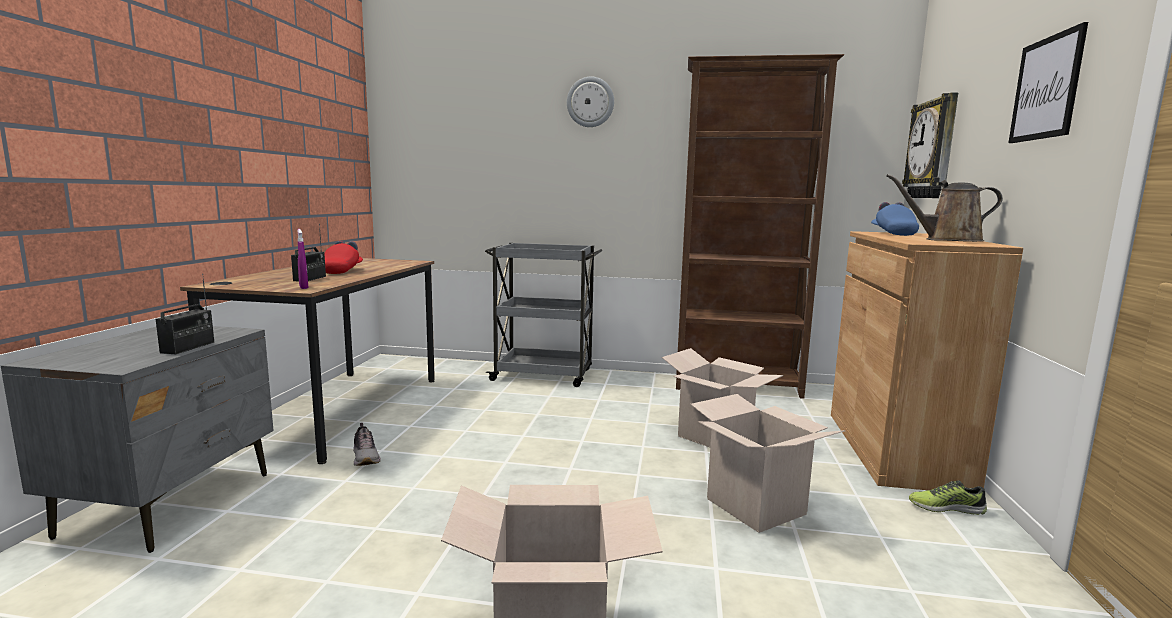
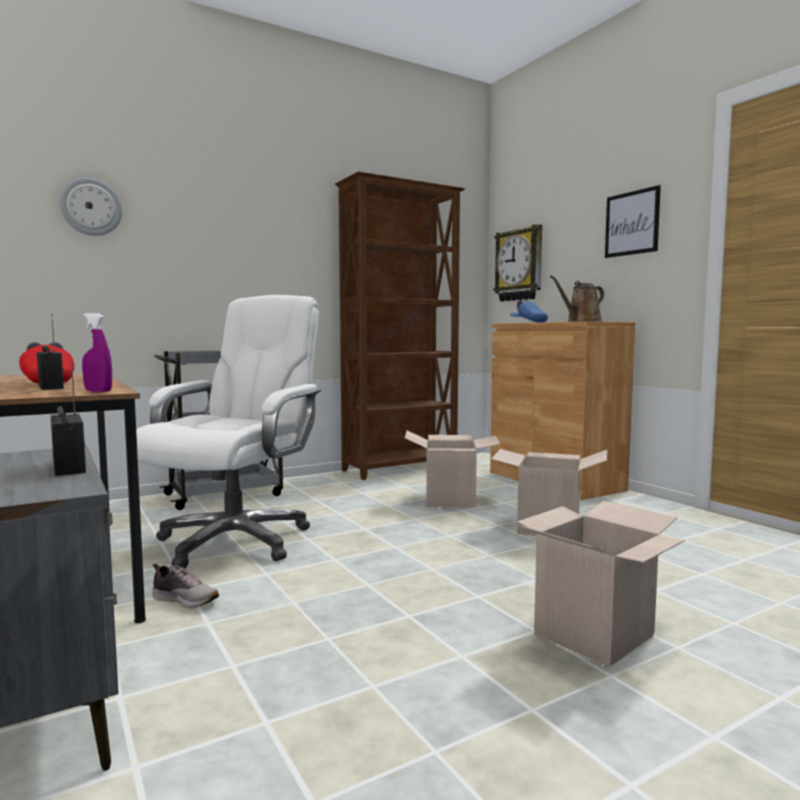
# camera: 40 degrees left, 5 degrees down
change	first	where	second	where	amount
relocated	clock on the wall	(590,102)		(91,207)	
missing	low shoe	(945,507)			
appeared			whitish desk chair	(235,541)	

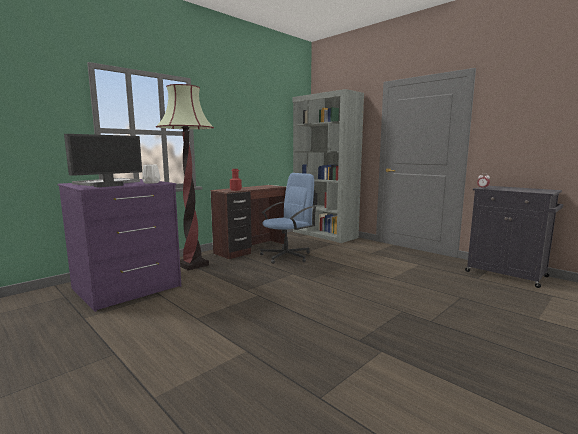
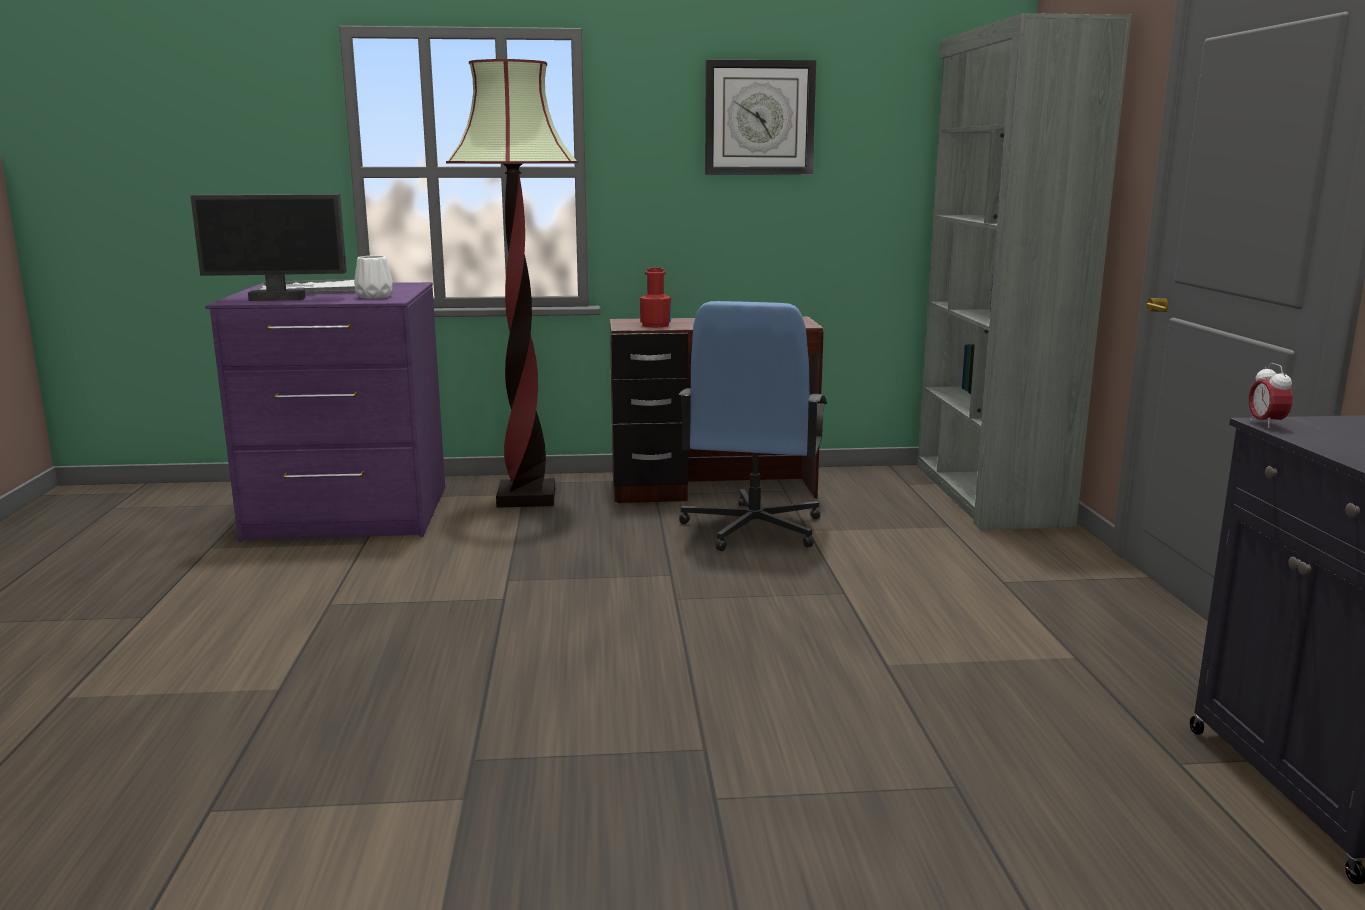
# camera: 40 degrees right, 5 degrees up
change	first	where	second	where	amount
spun	bluish desk chair	(287,256)		(752,529)	105 degrees clockwise
appeared			clock on the wall	(759,118)	

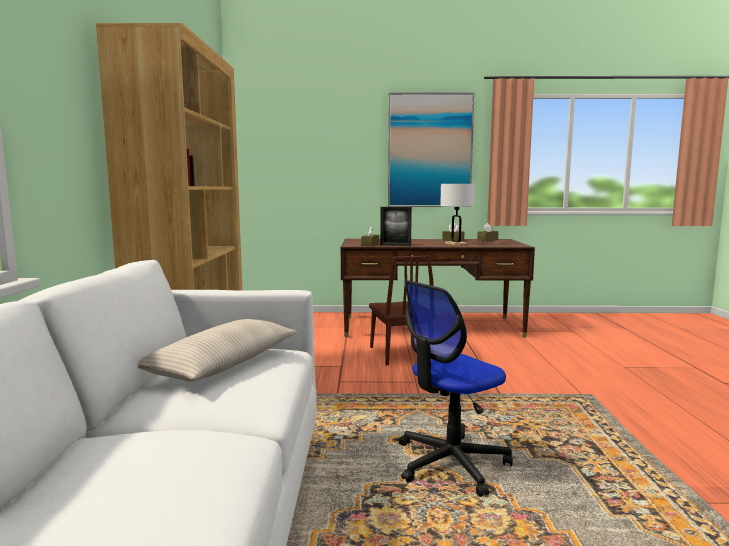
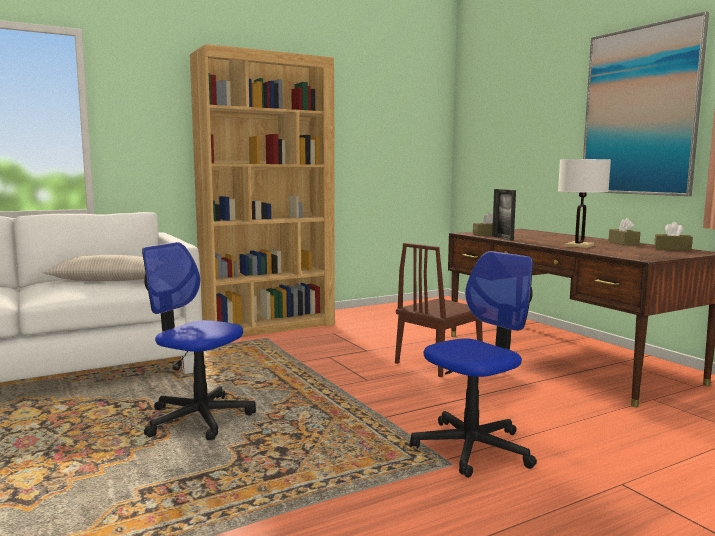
# camera: 60 degrees right, 0 degrees up
change	first	where	second	where	amount
appeared			desk chair	(472,448)	

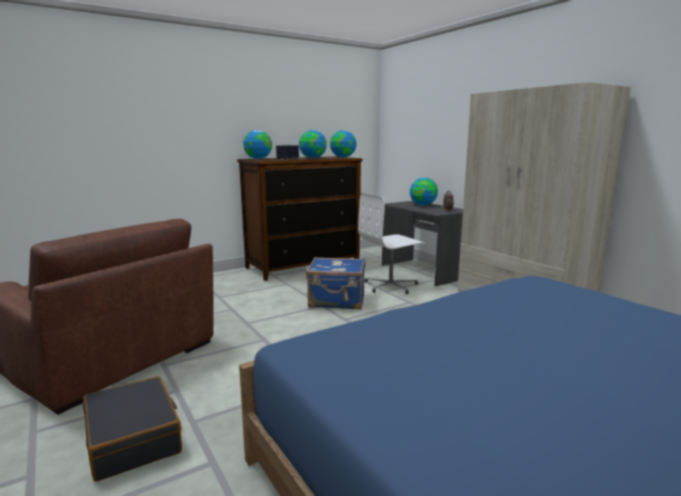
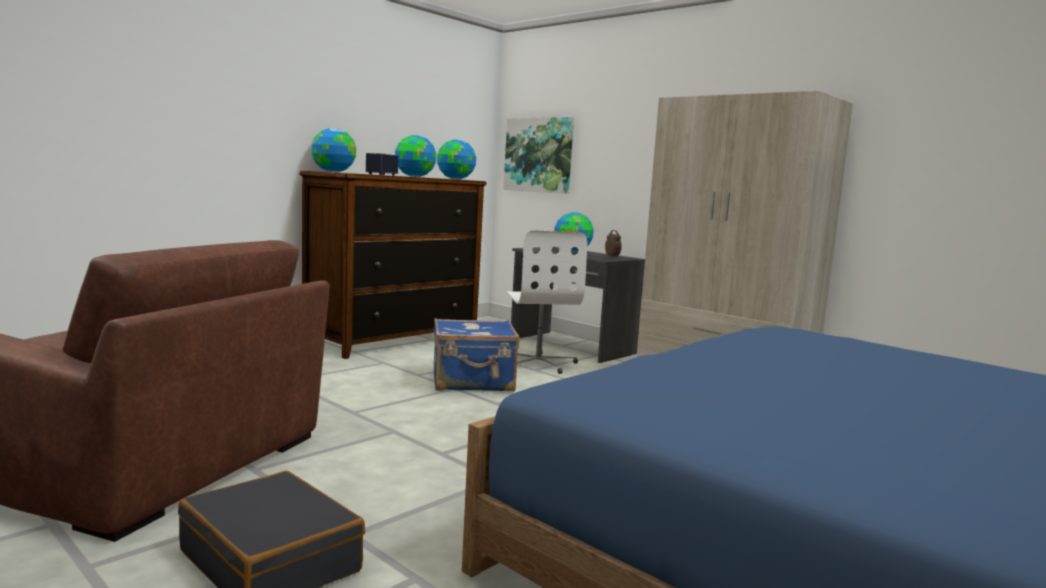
# camera: 15 degrees left, 5 degrees down
change	first	where	second	where	amount
spun	whitish desk chair	(391,285)		(538,363)	60 degrees counterclockwise
appeared			picture	(539,155)	

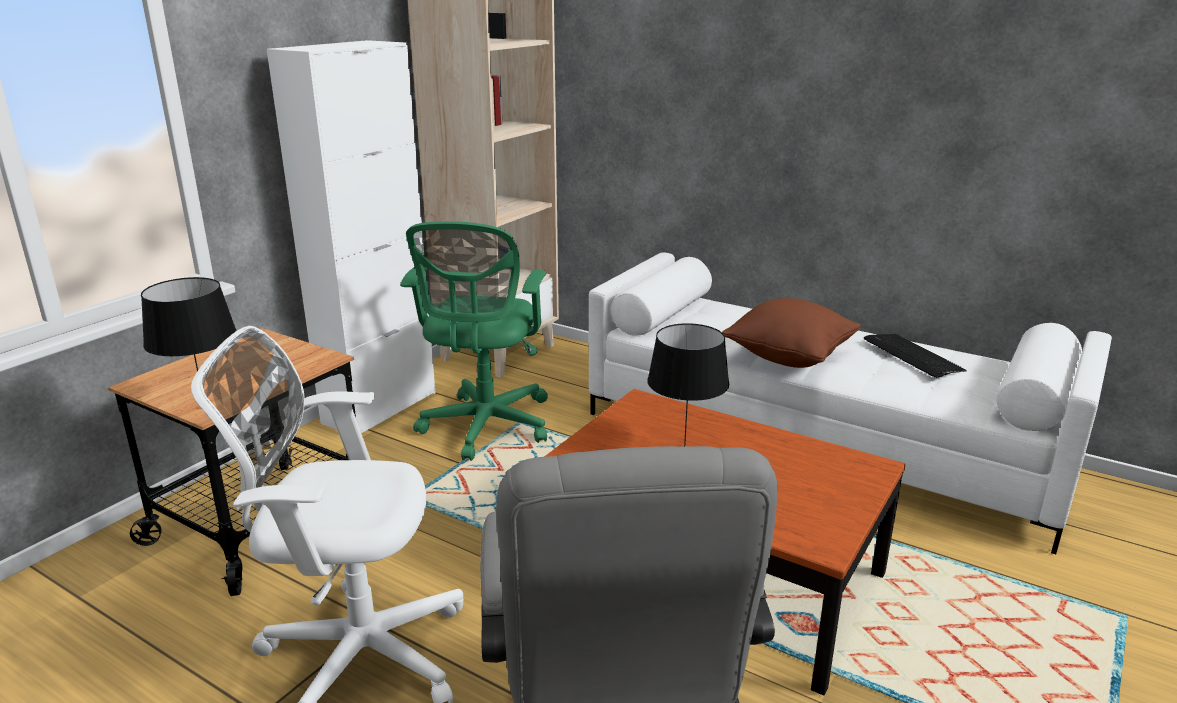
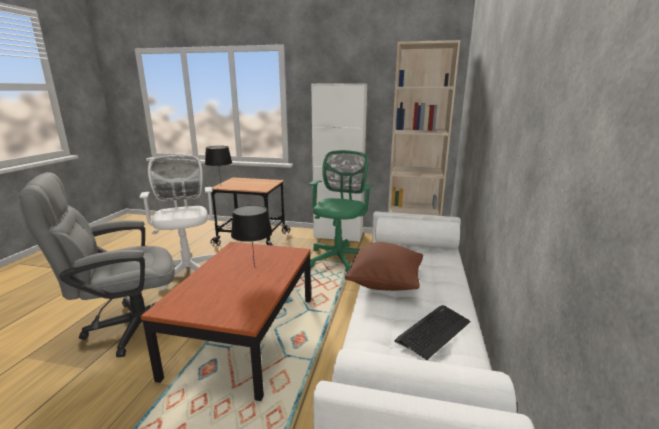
# camera: 70 degrees right, 5 degrees down
change	first	where	second	where	amount
spun	green-coloured desk chair	(485,428)		(339,257)	120 degrees clockwise

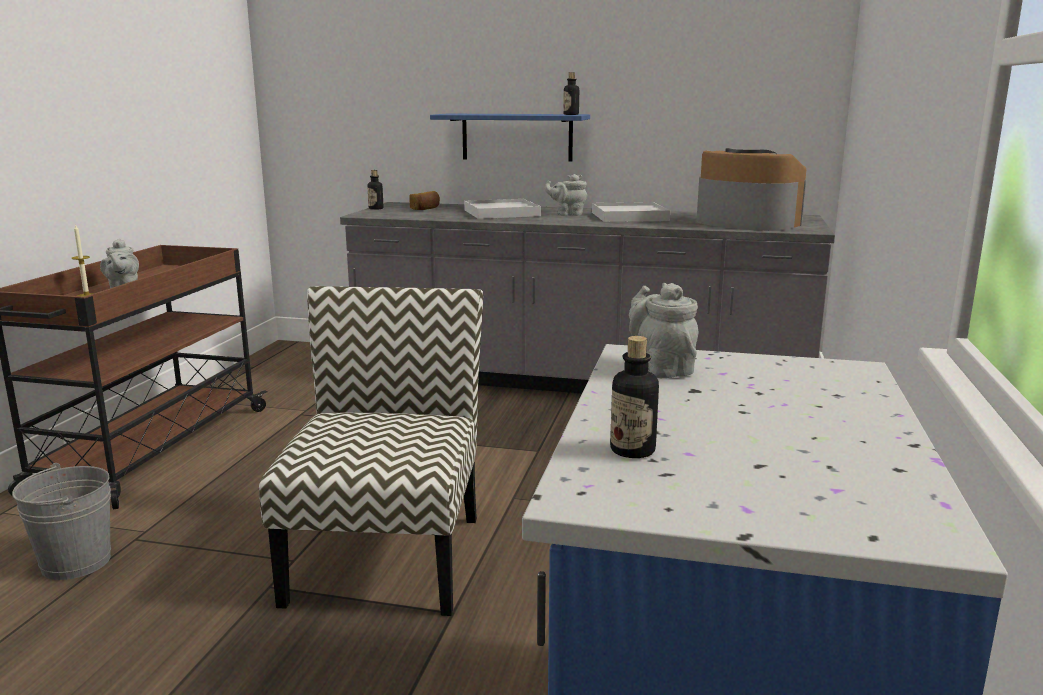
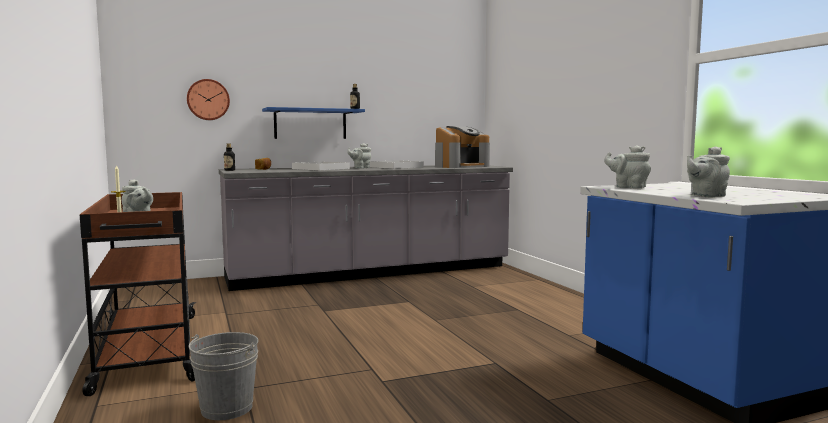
# camera: 35 degrees left, 10 degrees down
change	first	where	second	where	amount
spun	coffee maker	(745,223)		(461,166)	135 degrees clockwise
missing	plain chair	(386,556)			
exchanged	bottle	(632,450)	greyish tea pot	(706,196)	
appeared			clock on the wall	(208,100)	

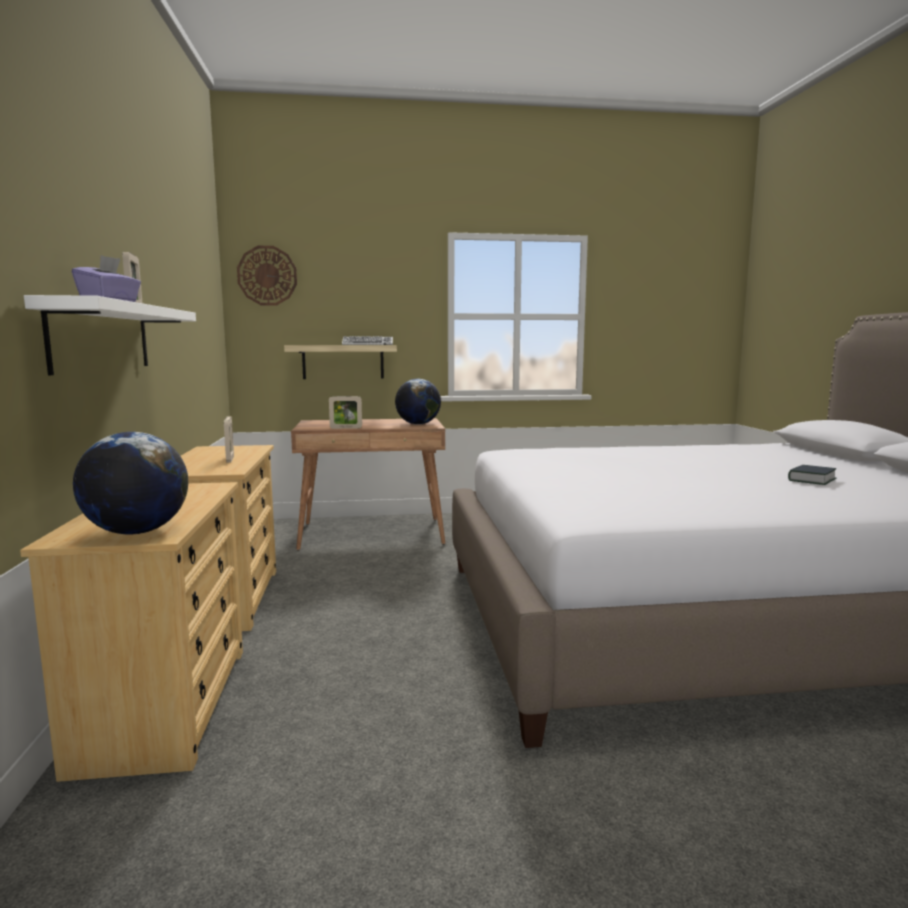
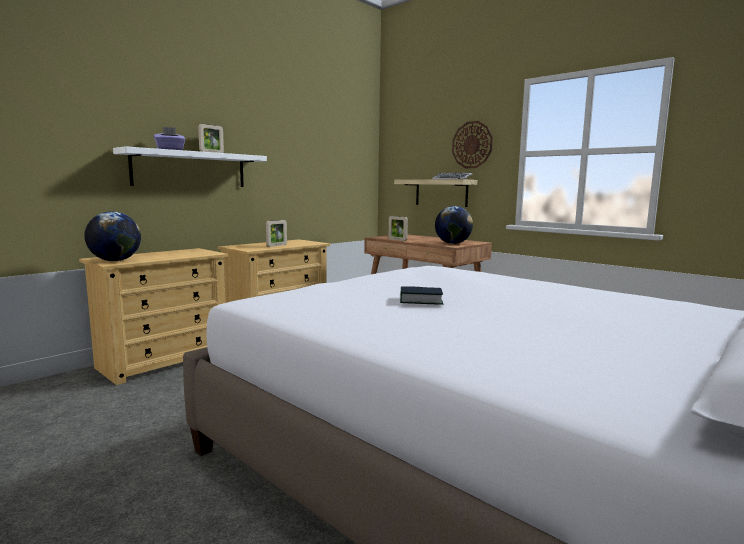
# camera: 50 degrees right, 0 degrees up
change	first	where	second	where	amount
relocated	clock on the wall	(267,275)		(472,145)	
relocated	bound book	(811,480)		(420,300)	

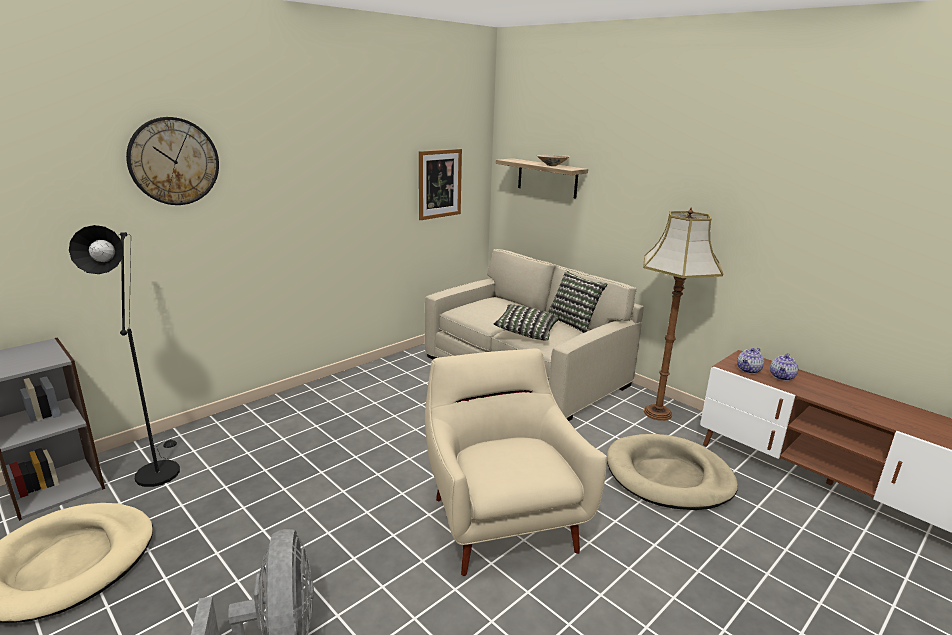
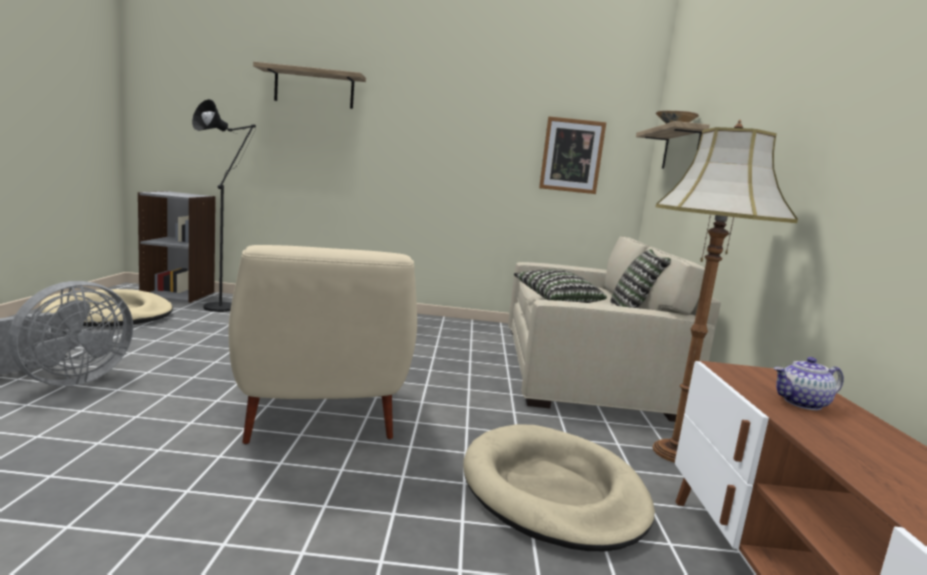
# camera: 45 degrees right, 10 degrees down
change	first	where	second	where	amount
exchanged	clock on the wall	(174,161)	bracket shelf	(314,88)	
missing	tea pot	(749,370)			
spun	beige-coloured armchair	(501,519)		(319,416)	135 degrees clockwise

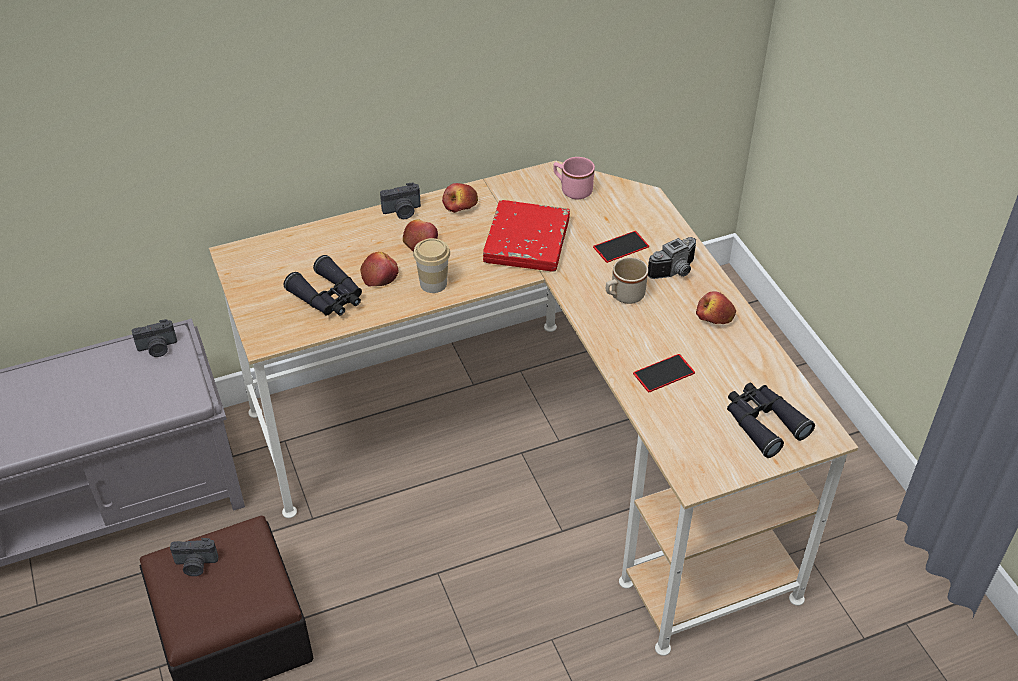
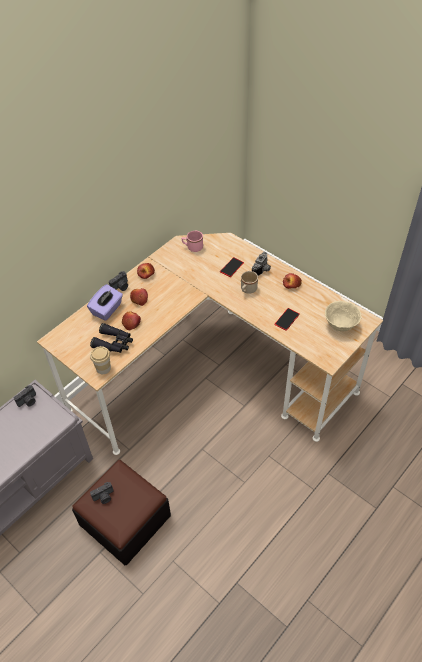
# camera: 25 degrees left, 5 degrees up
change	first	where	second	where	amount
missing	reddish bound book	(526,241)			
relocated	small cup	(433,283)		(103,368)	
exchanged	blackish pair of binoculars	(762,423)	beige-coloured deep dish	(340,325)	
appeared			purplish tissue box	(107,309)	

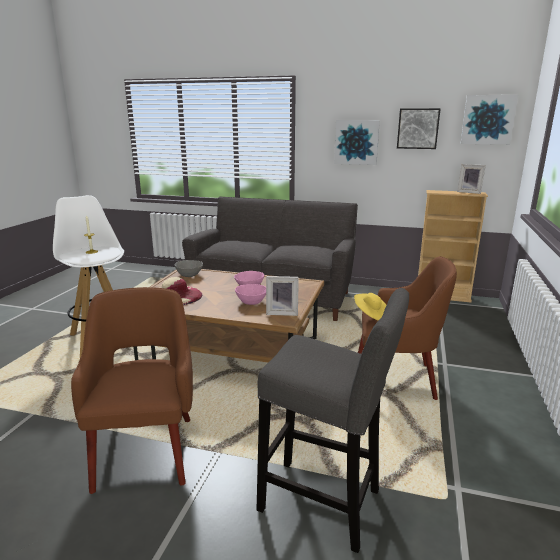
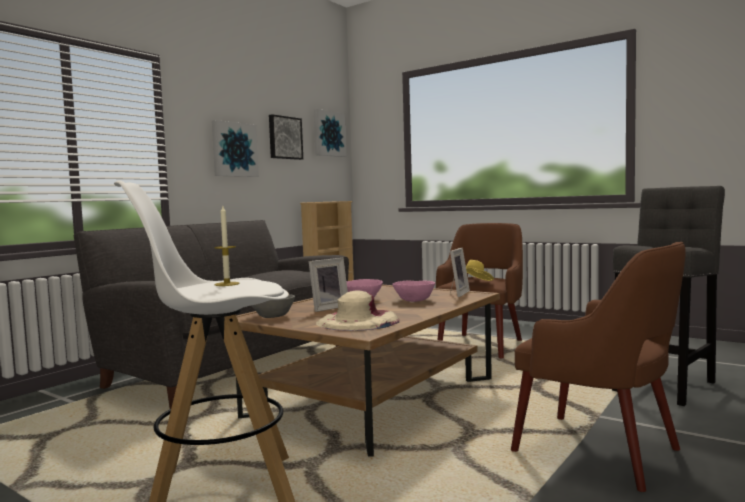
# camera: 70 degrees left, 15 degrees down
change	first	where	second	where	amount
relocated	photo frame	(469,192)		(328,308)	
spun	brown armchair	(146,450)		(599,451)	150 degrees counterclockwise

